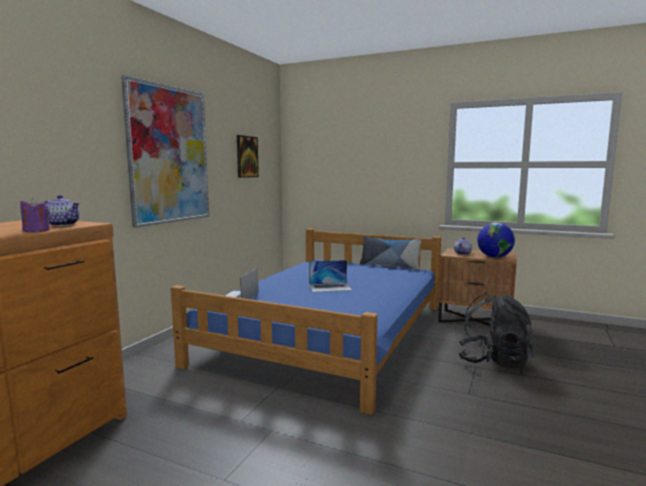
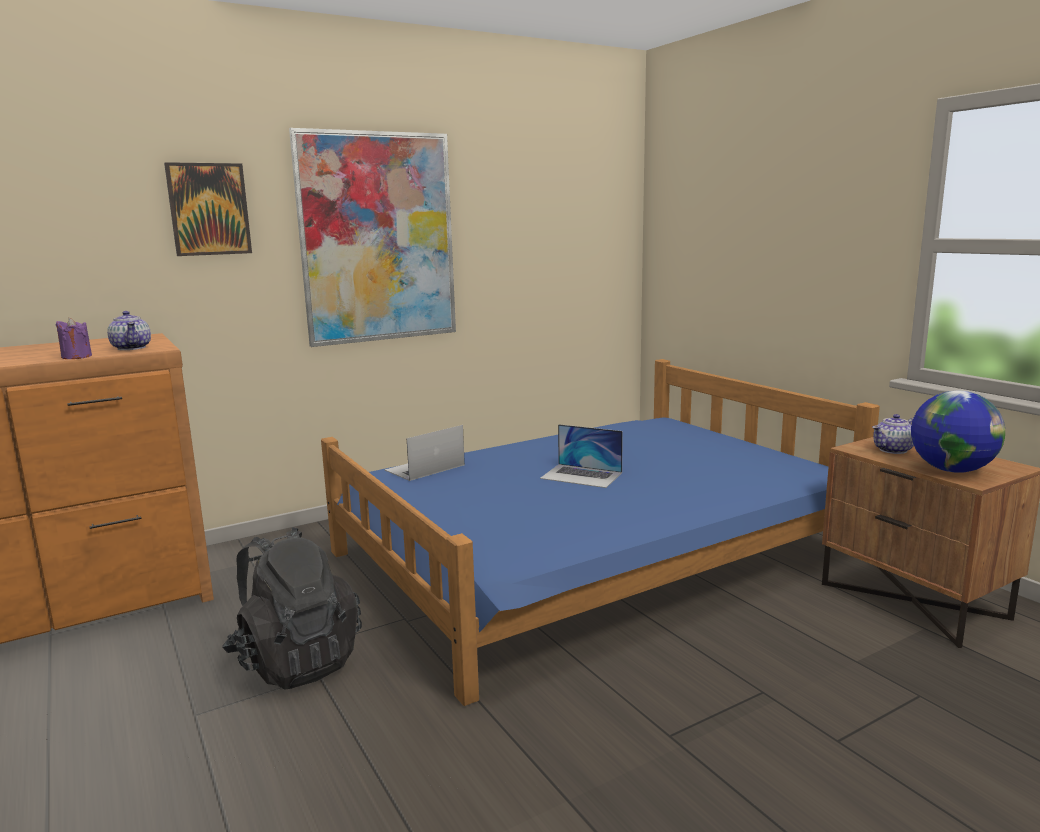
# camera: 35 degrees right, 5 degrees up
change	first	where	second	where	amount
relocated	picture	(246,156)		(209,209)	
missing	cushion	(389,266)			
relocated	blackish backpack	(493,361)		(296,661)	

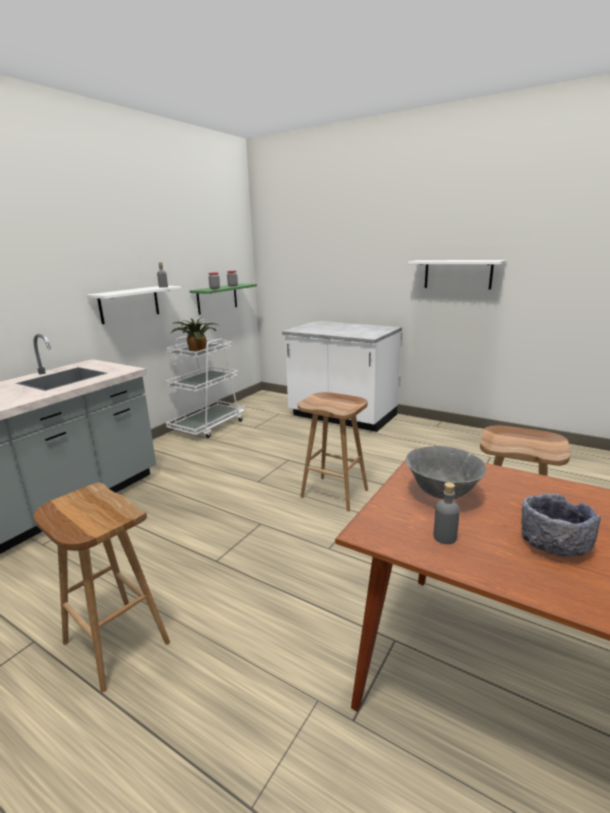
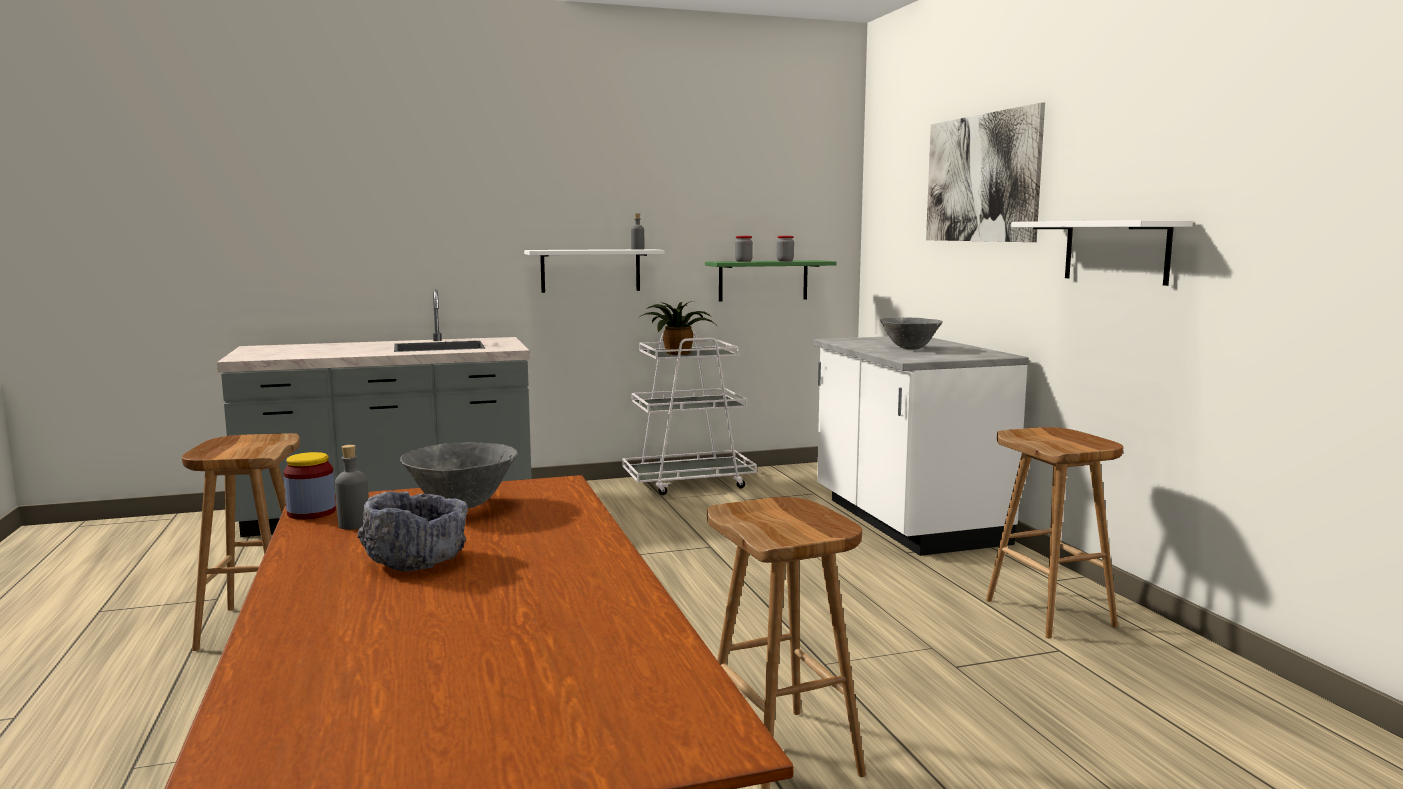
# camera: 40 degrees right, 10 degrees down
change	first	where	second	where	amount
relocated	brown stool seat	(335,493)		(1051,613)	
appeared			picture	(981,178)	
appeared			greyish deep dish	(910,349)	
appeared			storage jar	(311,513)	

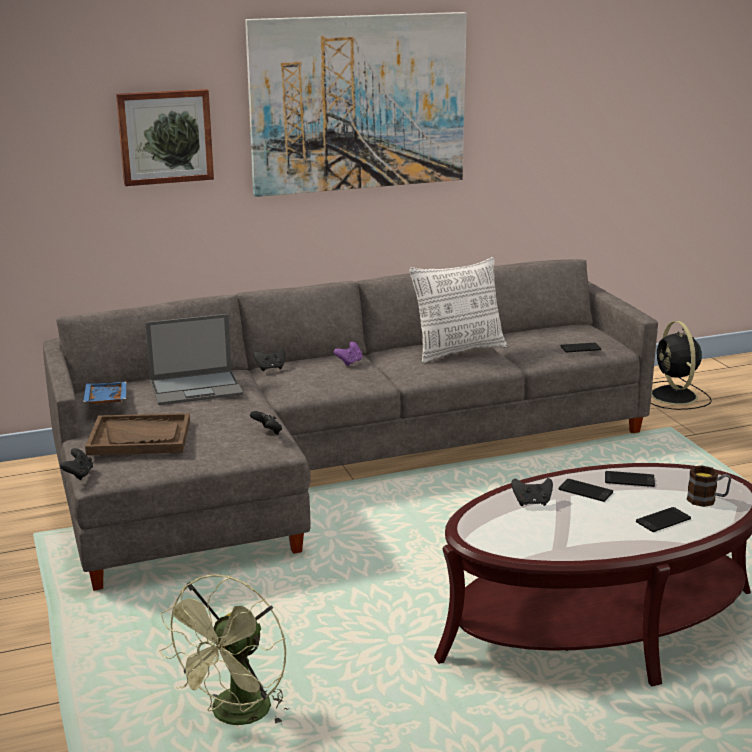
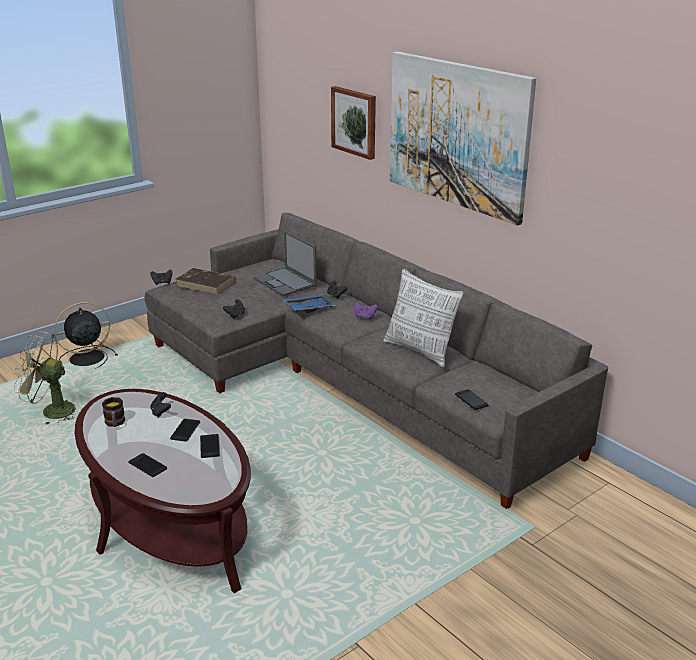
# camera: 70 degrees right, 5 degrees up
change	first	where	second	where	amount
relocated	blackish cooling fan	(674,397)		(85,359)	
relocated	bluish tray	(104,401)		(308,308)	
exchanged	brown tray	(140,437)	brown bound book	(206,284)	
relocated	mug	(707,500)		(115,423)	

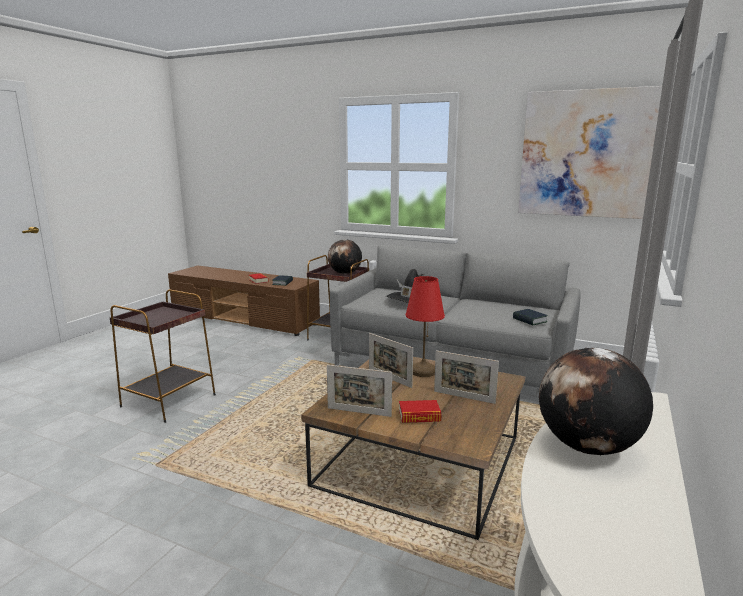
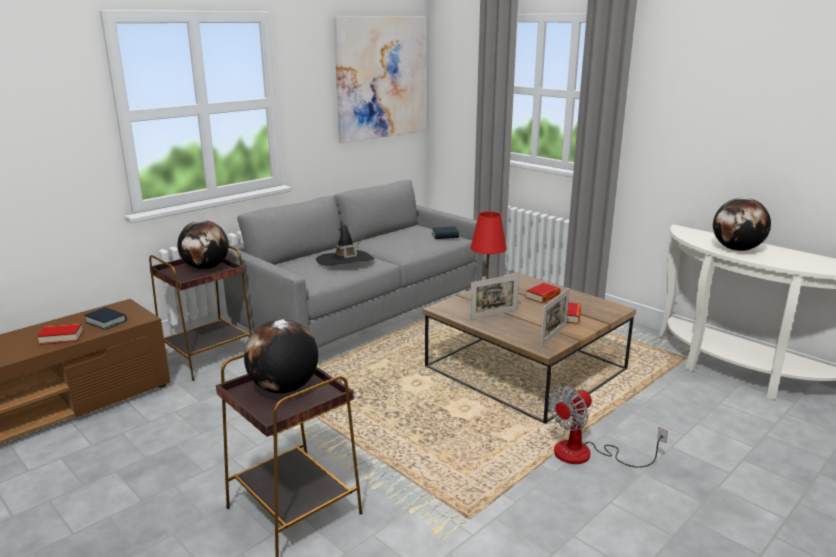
# camera: 70 degrees left, 5 degrees up
change	first	where	second	where	amount
exchanged	photo frame	(464,397)	bound book	(542,296)	
appeared			world globe	(283,389)	
appeared			cooling fan	(586,454)	

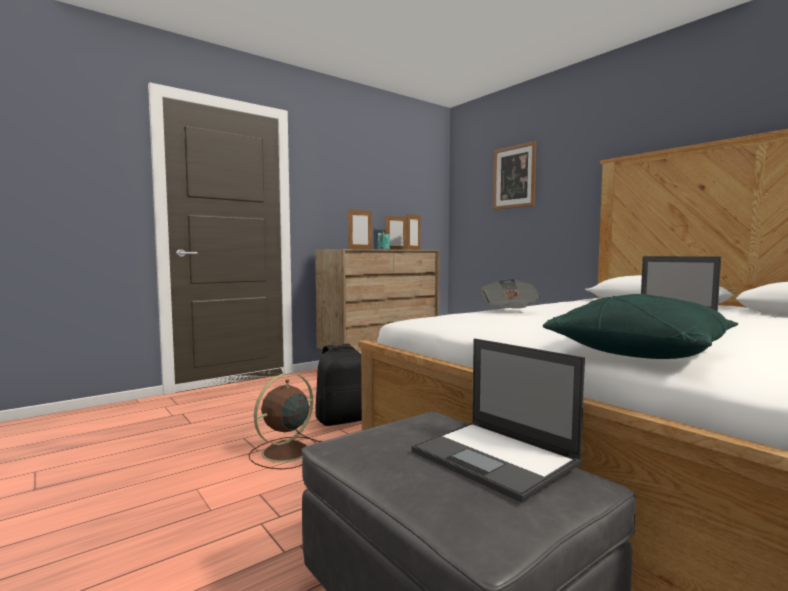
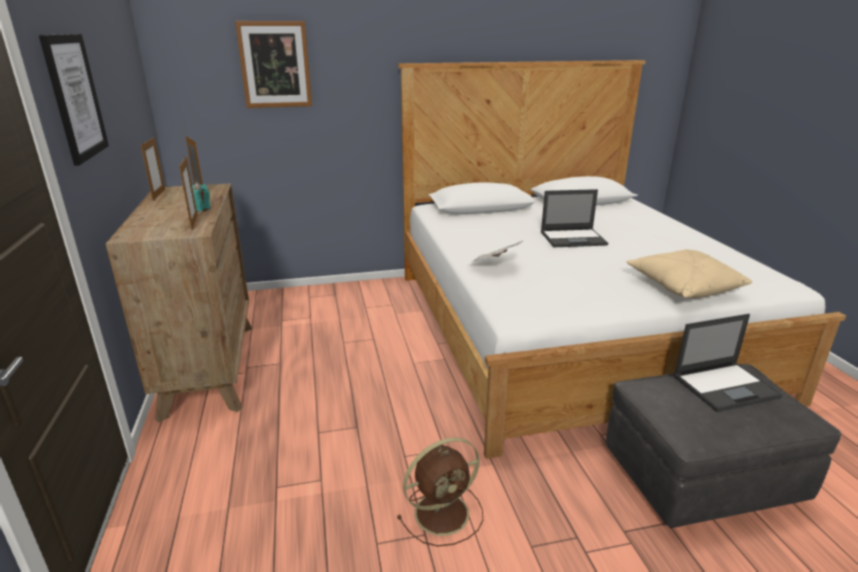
# camera: 65 degrees left, 20 degrees up
change	first	where	second	where	amount
colour	green-coloured cushion	(639,351)	beige-coloured cushion	(683,287)	
missing	blackish backpack	(343,419)			
spun	brown cooling fan	(284,453)		(444,512)	90 degrees counterclockwise
appeared			picture	(75,97)	

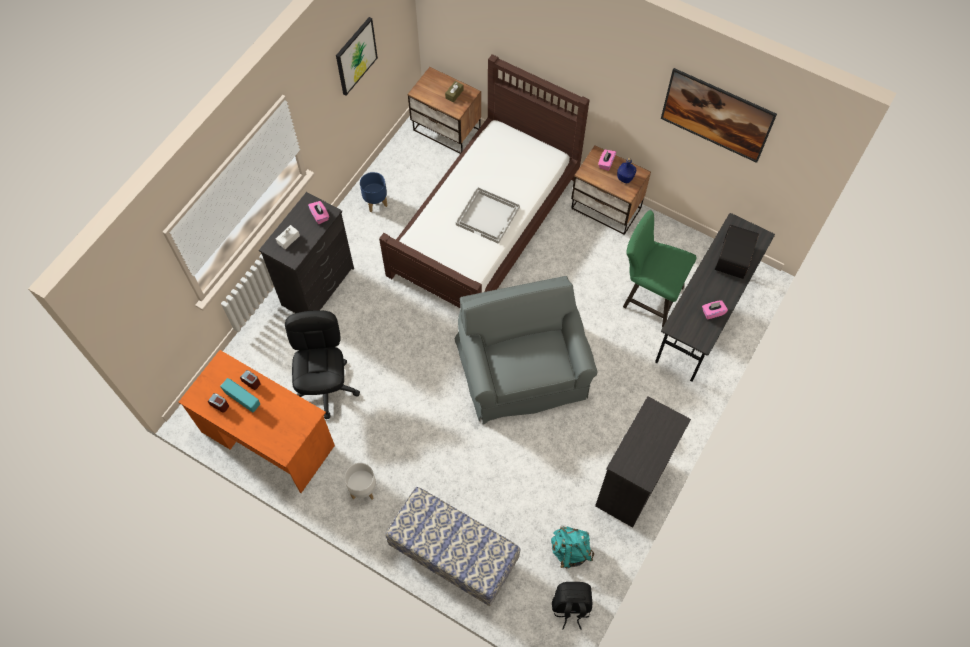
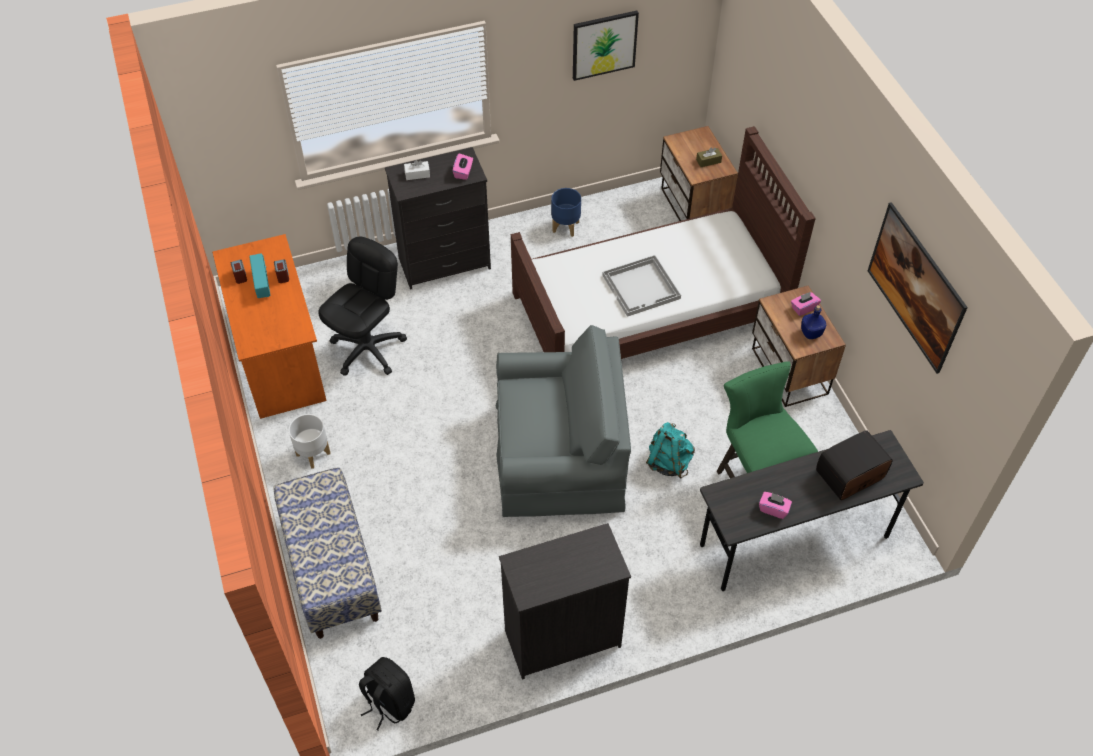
# camera: 40 degrees right, 10 degrees down
change	first	where	second	where	amount
spun	greyish armchair	(522,368)		(559,456)	60 degrees clockwise
relocated	blue-green backpack	(570,551)		(668,462)	

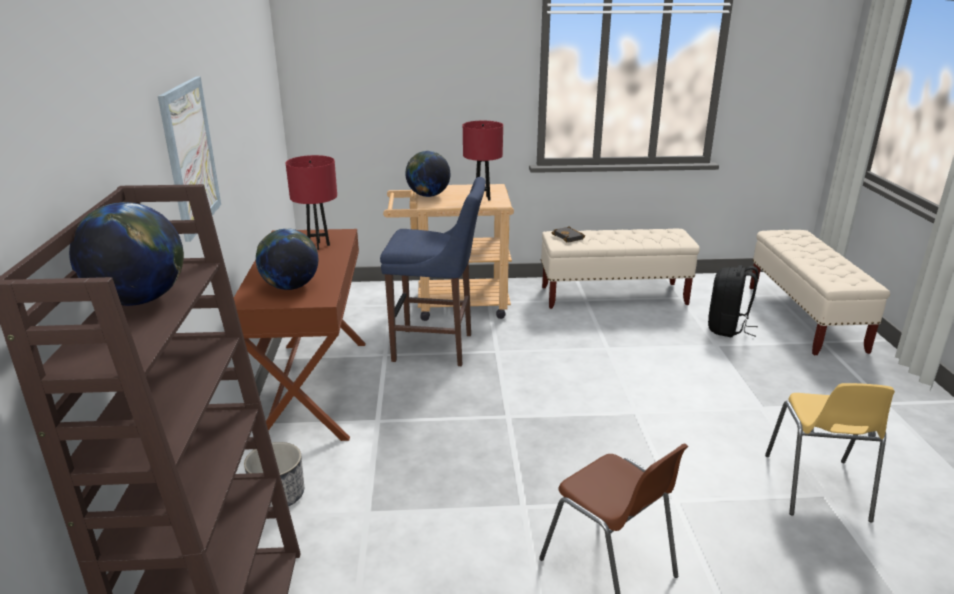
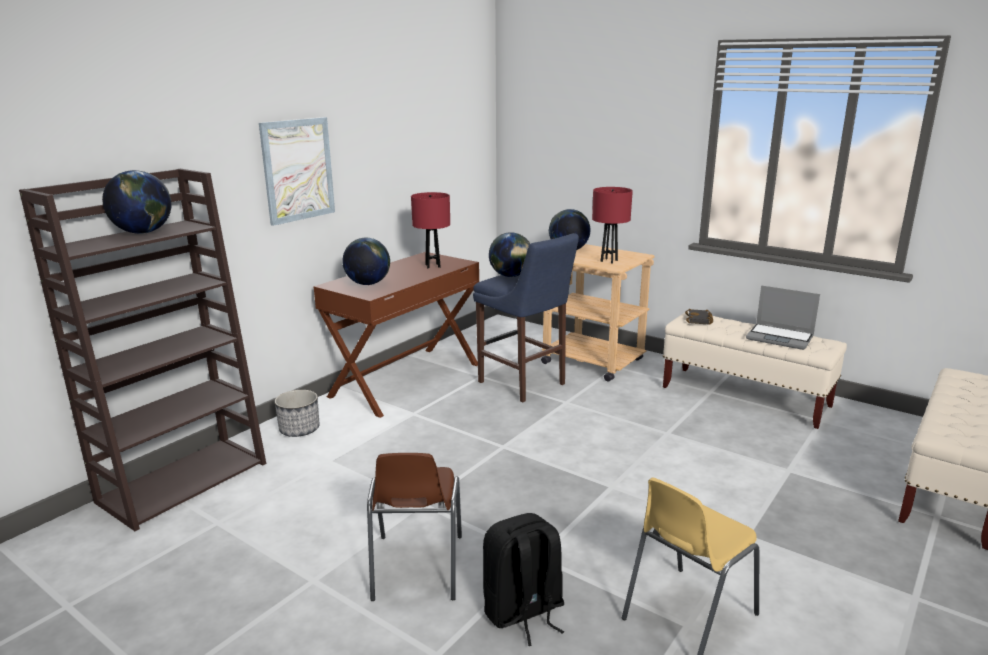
# camera: 40 degrees right, 5 degrees down
change	first	where	second	where	amount
relocated	blackish backpack	(727,328)		(523,612)	
appeared			world globe	(510,276)	
appeared			portable computer	(780,338)	

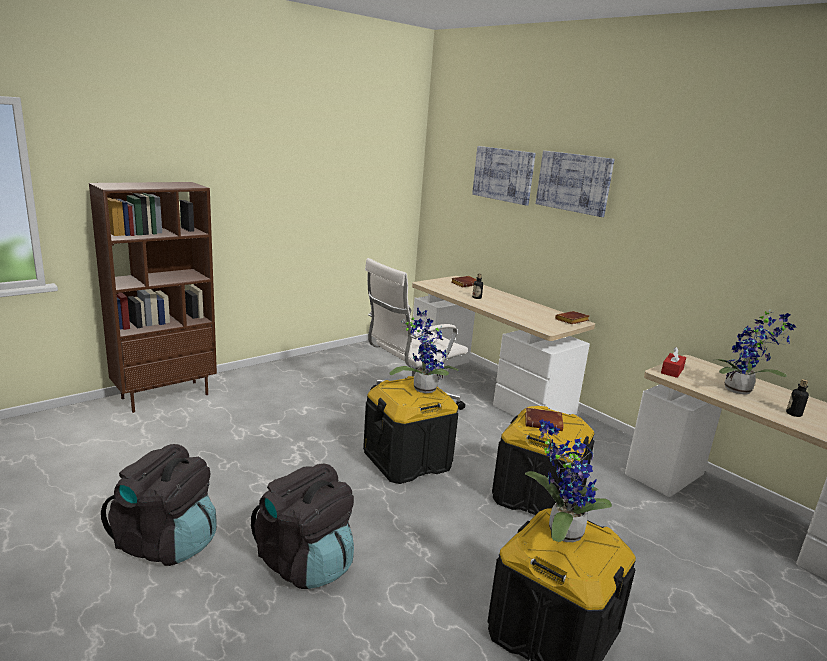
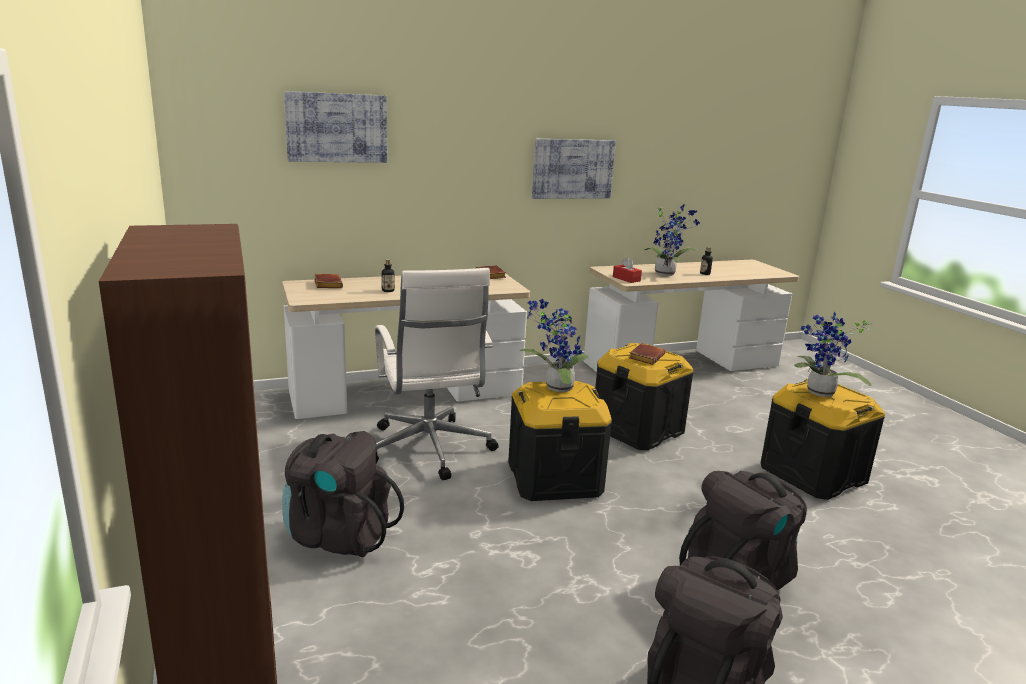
# camera: 70 degrees left, 0 degrees up
change	first	where	second	where	amount
relocated	picture	(573,182)		(572,169)	
appeared			blackish backpack	(338,535)	

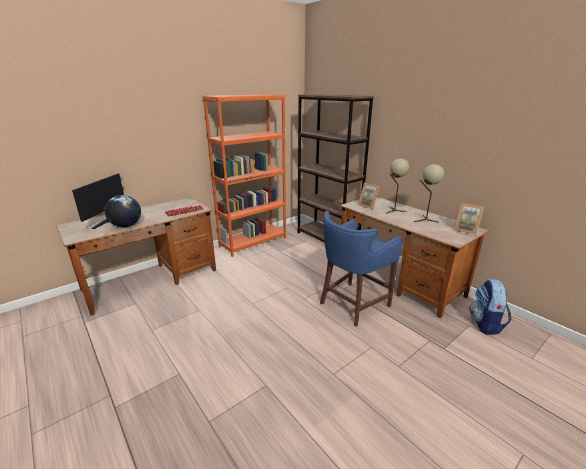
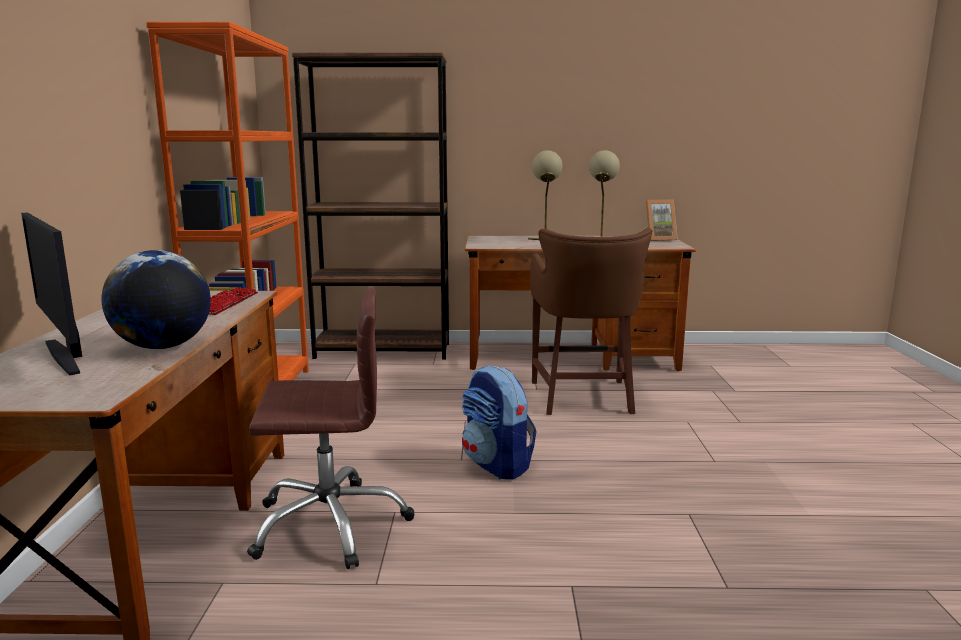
# camera: 50 degrees left, 10 degrees down
change	first	where	second	where	amount
missing	photo frame	(368,206)			
colour	bluish stool seat	(352,304)	brown stool seat	(583,398)	
relocated	backpack	(485,324)		(497,465)	
appeared			brown desk chair	(330,524)	

